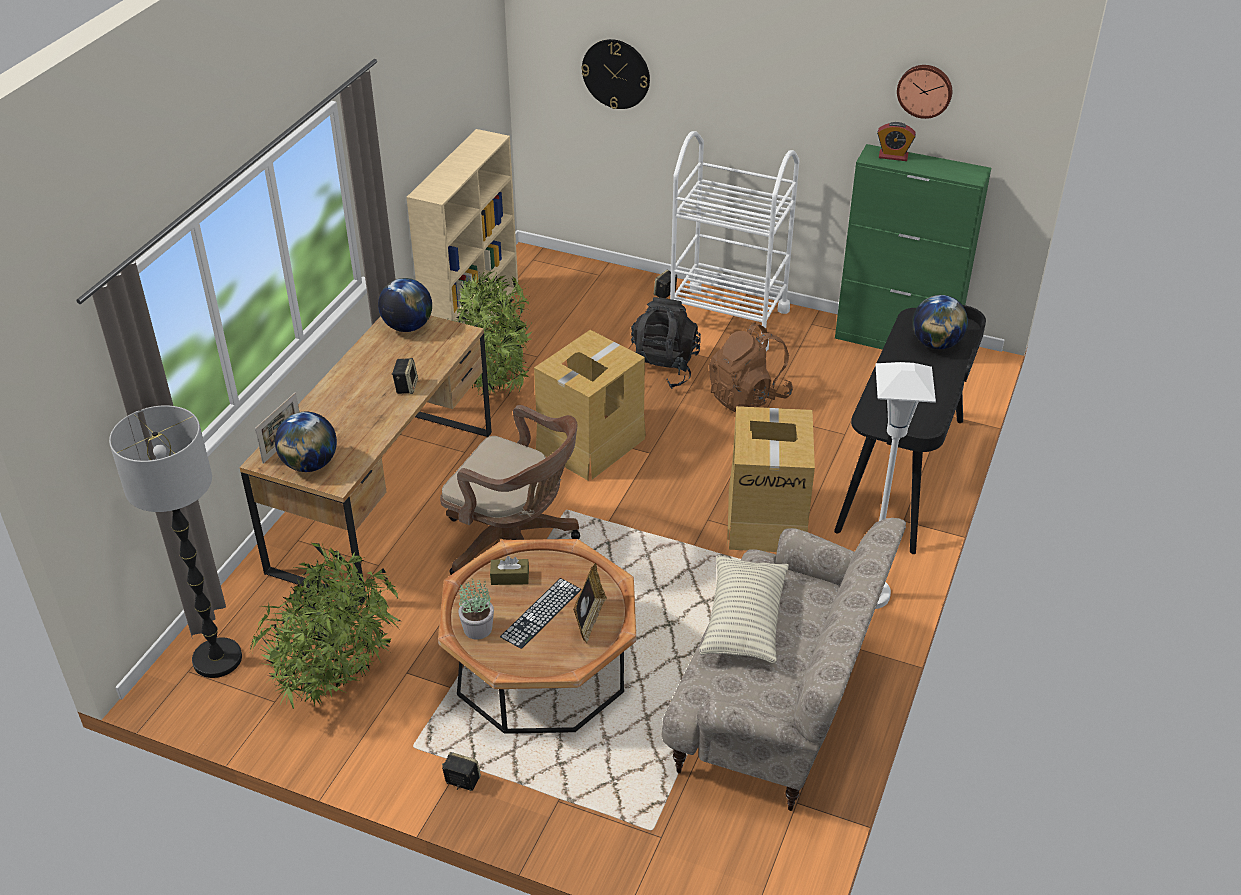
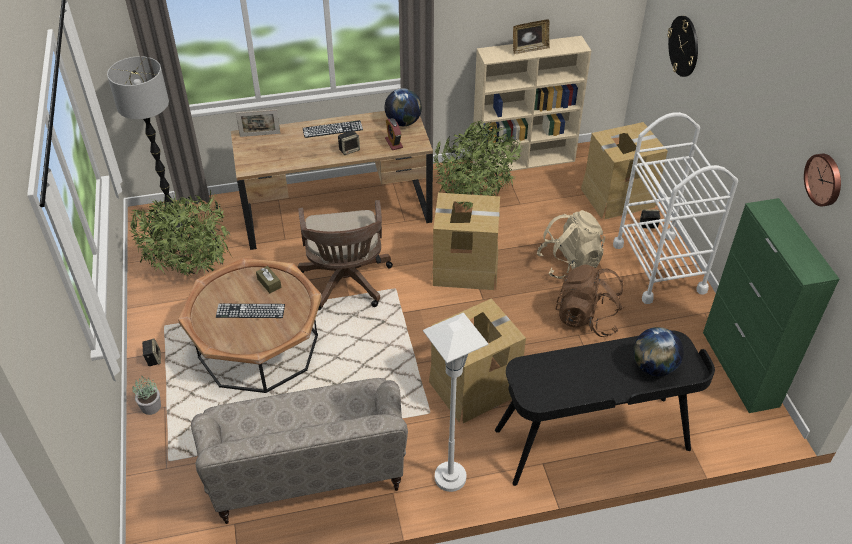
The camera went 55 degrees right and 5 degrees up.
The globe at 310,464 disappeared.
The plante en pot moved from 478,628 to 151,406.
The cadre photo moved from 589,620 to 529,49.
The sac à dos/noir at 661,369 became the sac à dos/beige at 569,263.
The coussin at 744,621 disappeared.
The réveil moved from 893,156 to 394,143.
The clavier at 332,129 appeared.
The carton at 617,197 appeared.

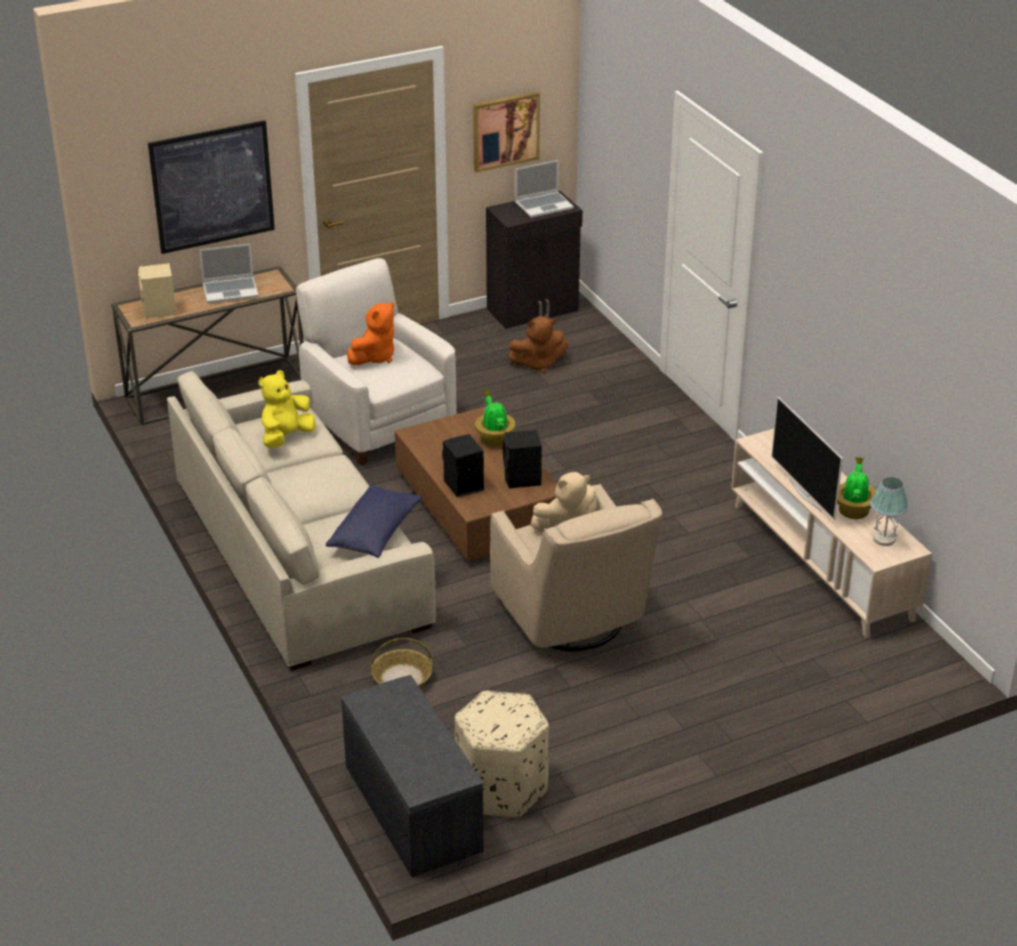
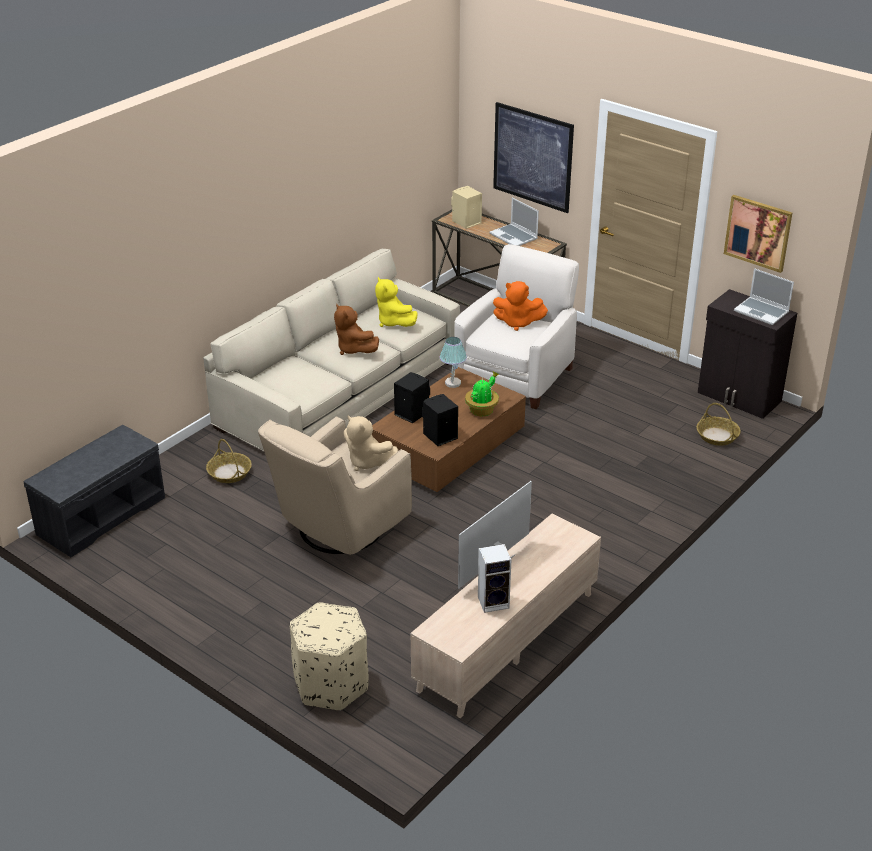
The camera went 65 degrees right and 0 degrees up.
The peluche/jaune at 286,437 turned 135 degrees counterclockwise.
The coussin/bleu at 375,533 disappeared.
The pouf/beige moved from 501,788 to 331,684.
The peluche/marron moved from 538,364 to 353,349.
The plante en pot at 853,510 was replaced by the enceinte at 494,602.
The lampe de table moved from 883,539 to 452,383.
The panier at 717,436 appeared.

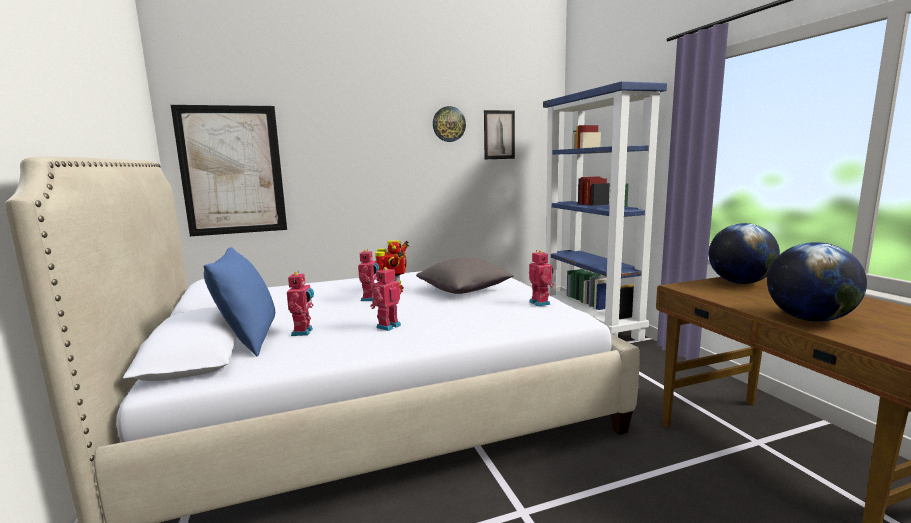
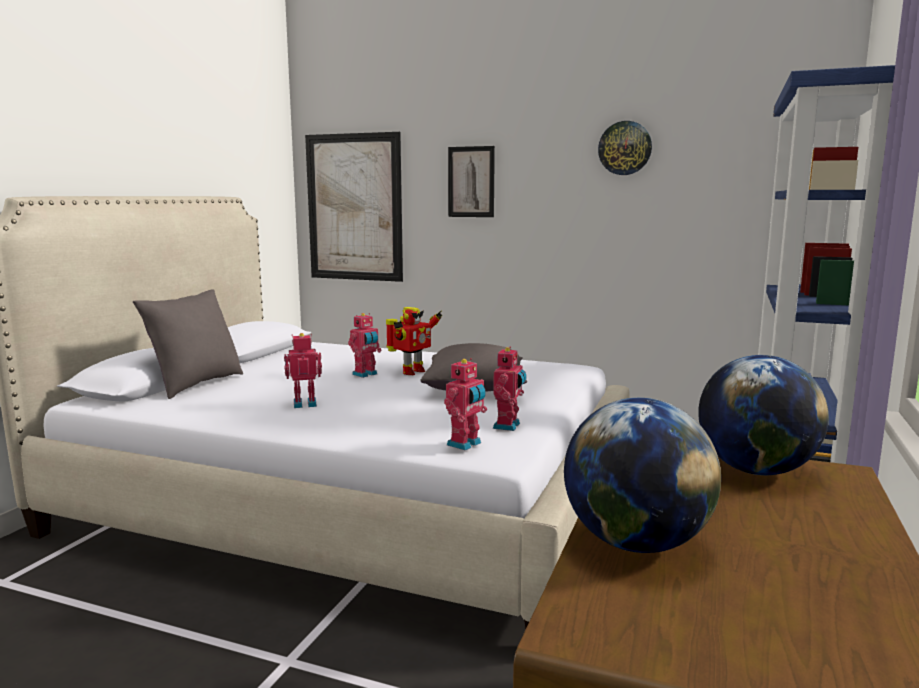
The camera went 40 degrees right and 0 degrees up.
The coussin/bleu at 248,340 became the coussin/gris at 195,385.
The robot jouet moved from 303,332 to 466,444.
The tableau moved from 499,135 to 471,182.

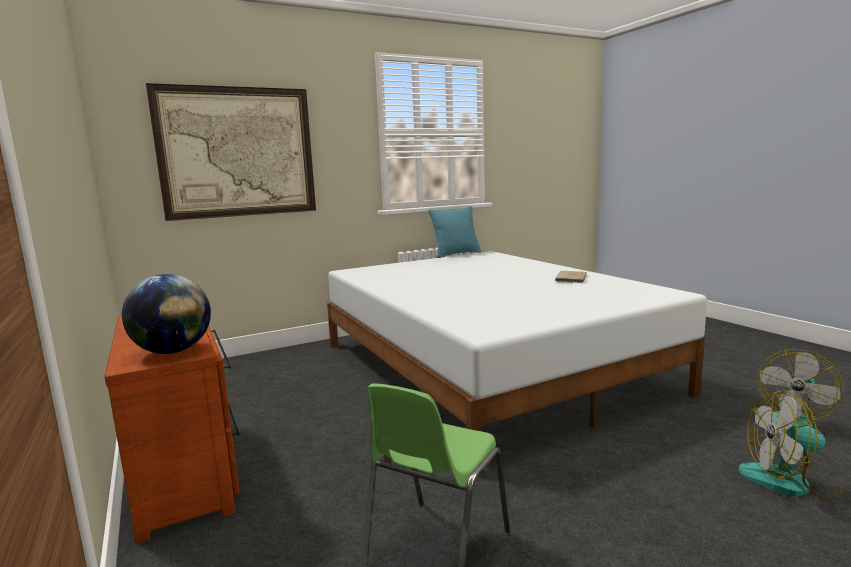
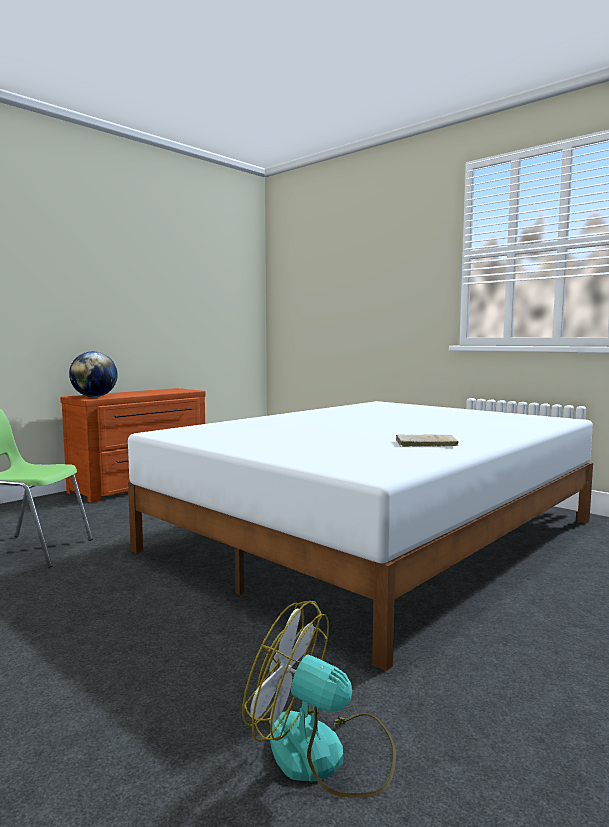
The camera went 70 degrees right and 5 degrees down.
The tableau at 238,152 disappeared.
The coussin/turquoise at 456,254 disappeared.
The ventilateur at 789,481 disappeared.

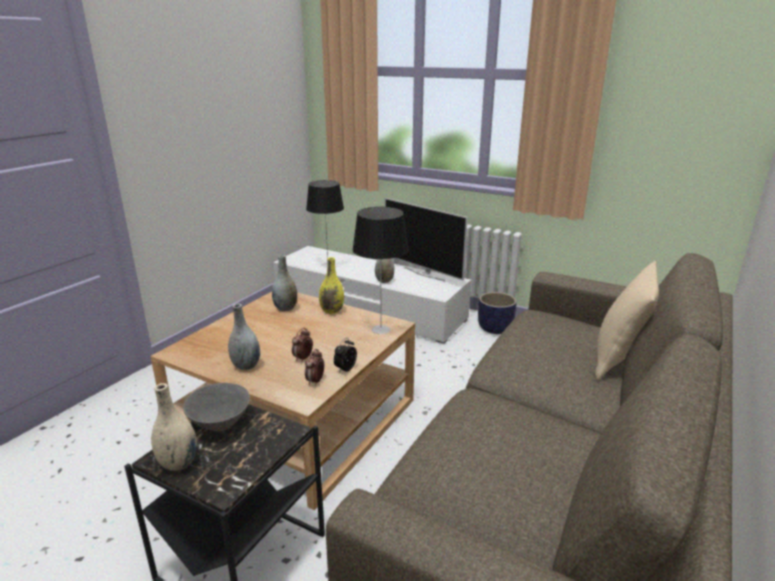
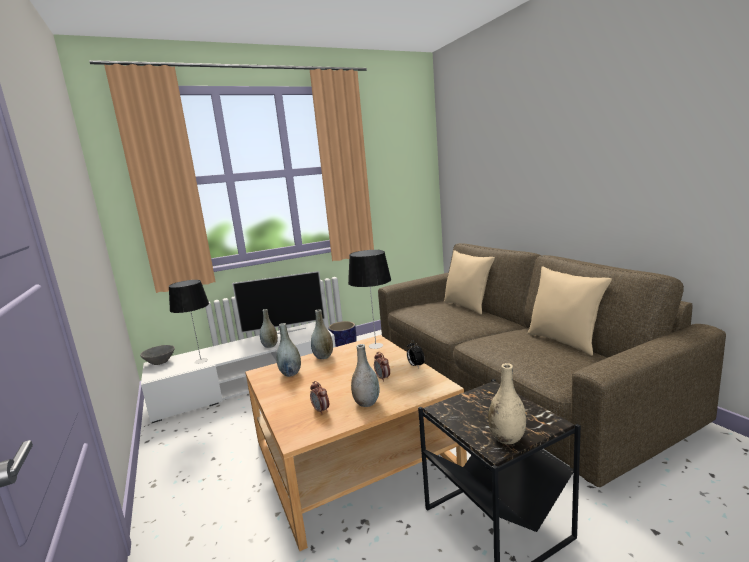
The camera went 55 degrees left and 10 degrees down.
The bol/gris moved from 220,424 to 160,362.
The réveil moved from 315,381 to 321,410.
The vase/jaune at 332,311 became the vase/gris at 323,357.
The coussin/beige at 564,341 appeared.

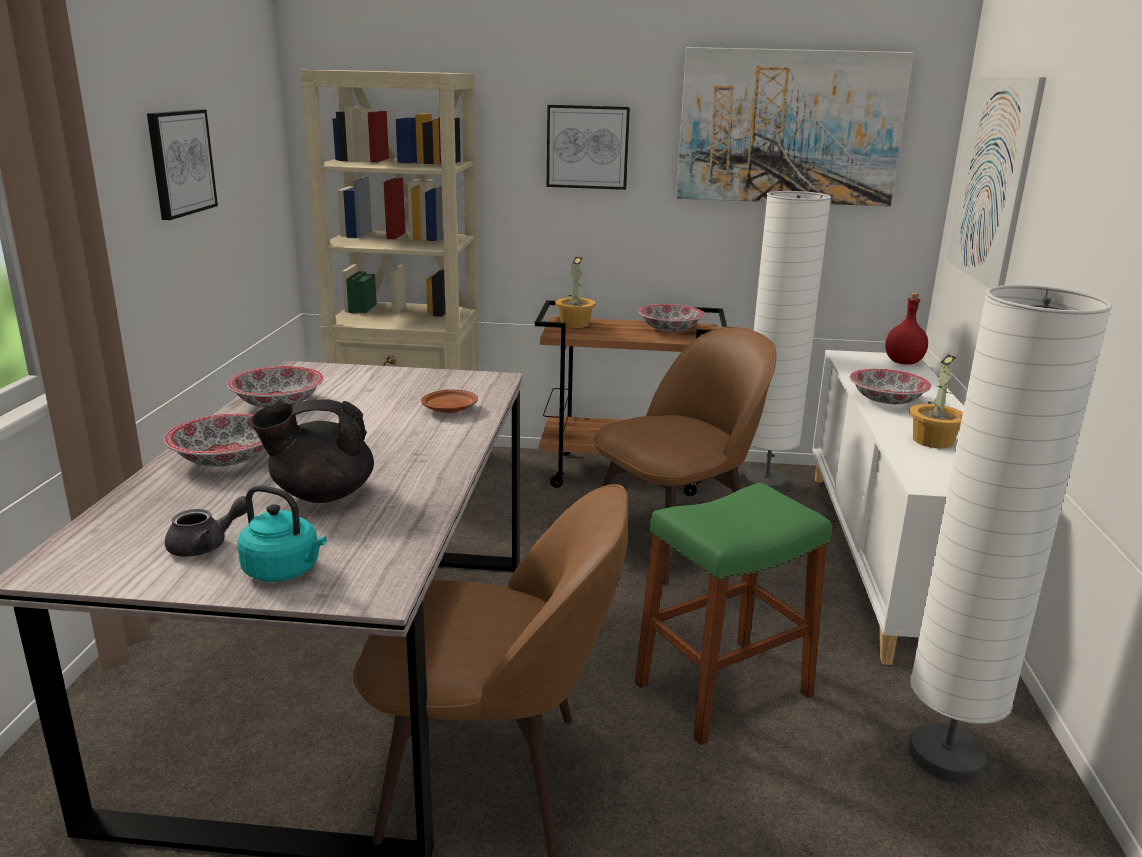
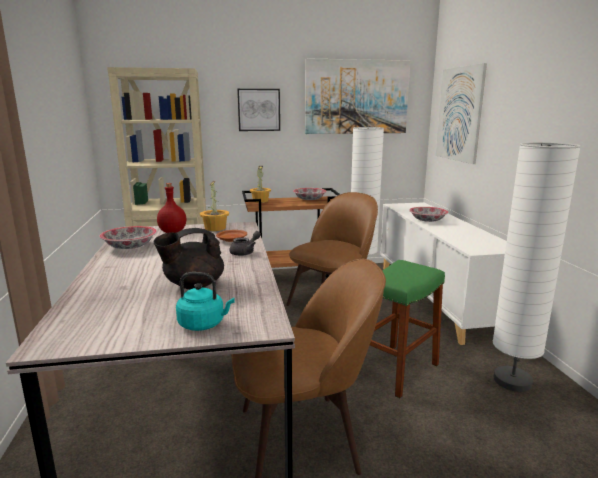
The camera went 15 degrees left and 5 degrees down.
The tableau at 180,162 disappeared.
The bol at 226,459 disappeared.
The théière/gris moved from 207,545 to 245,252.
The bouteille/rouge moved from 903,362 to 172,232.
The plante en pot moved from 933,440 to 215,228.

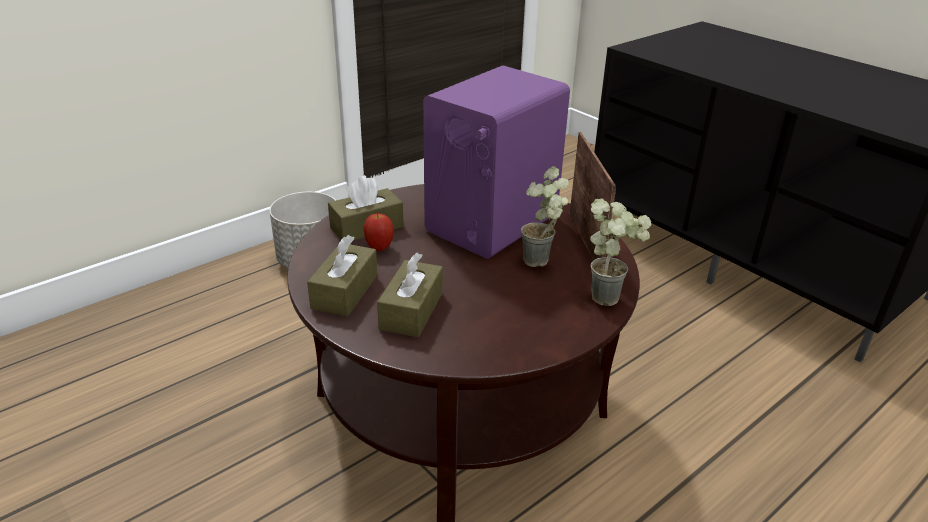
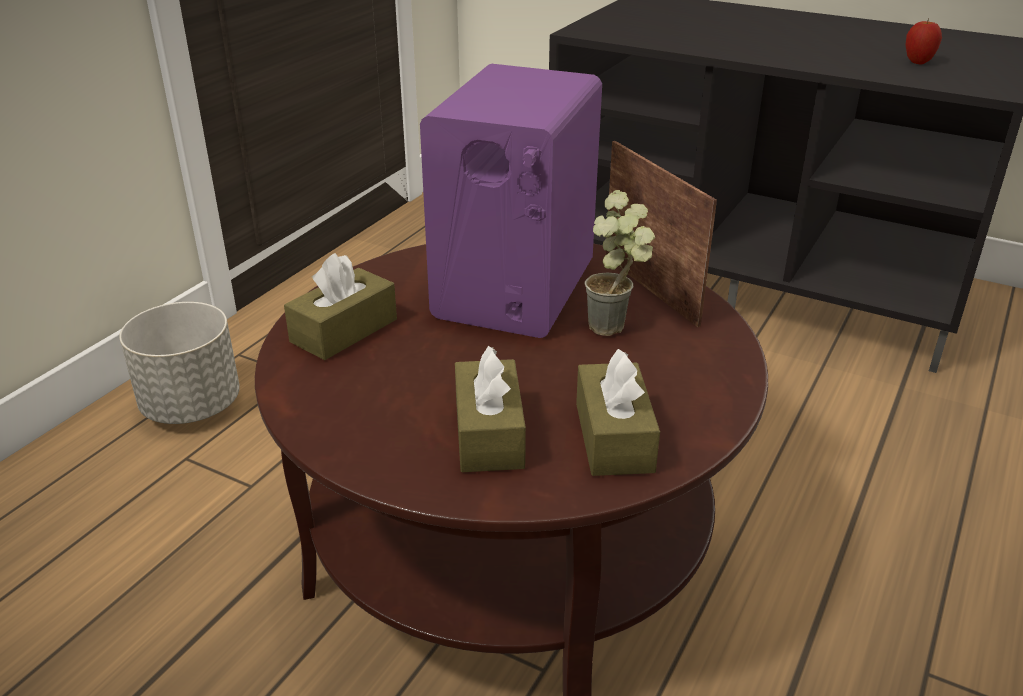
The camera went 20 degrees left and 0 degrees up.
The boîte à mouchoirs/marron moved from 345,292 to 614,437.
The pomme moved from 379,248 to 918,62.
The plante en pot at 610,295 disappeared.

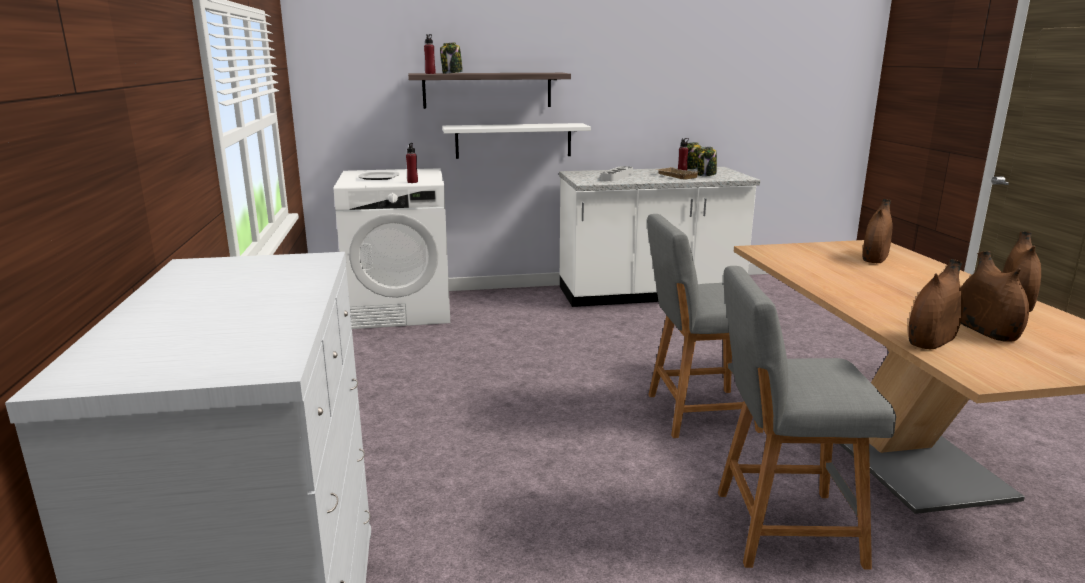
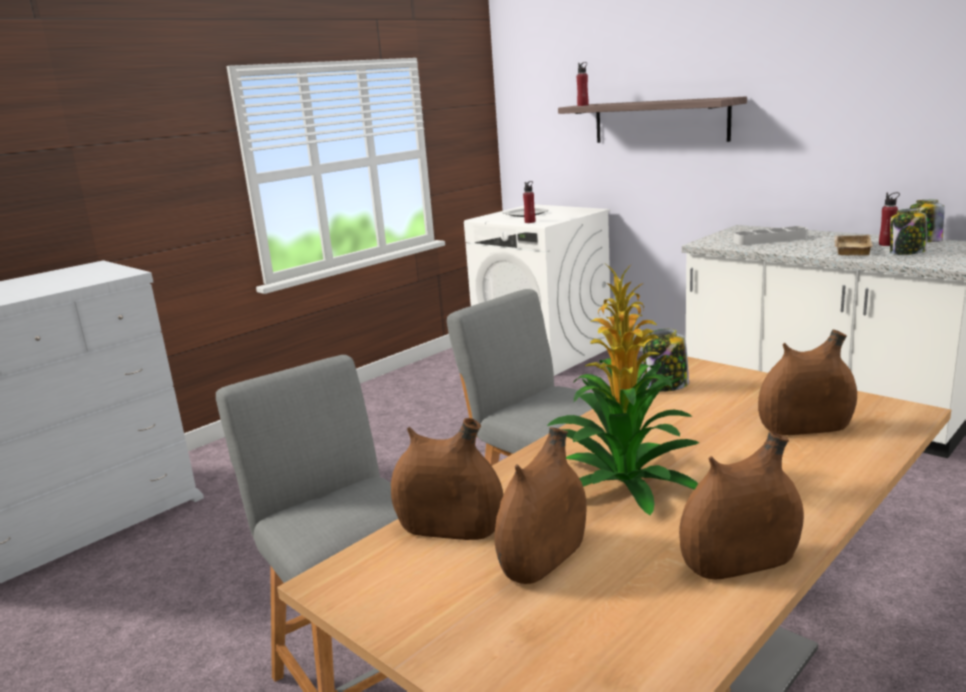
The camera went 55 degrees right and 0 degrees up.
The bocal moved from 452,73 to 666,386.
The étagère/blanc at 513,140 disappeared.
The plante en pot at 624,482 appeared.

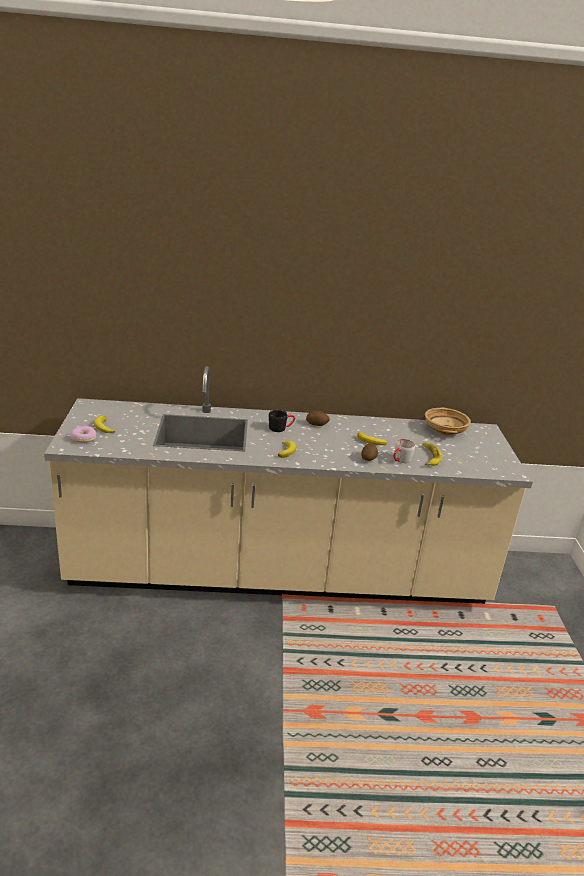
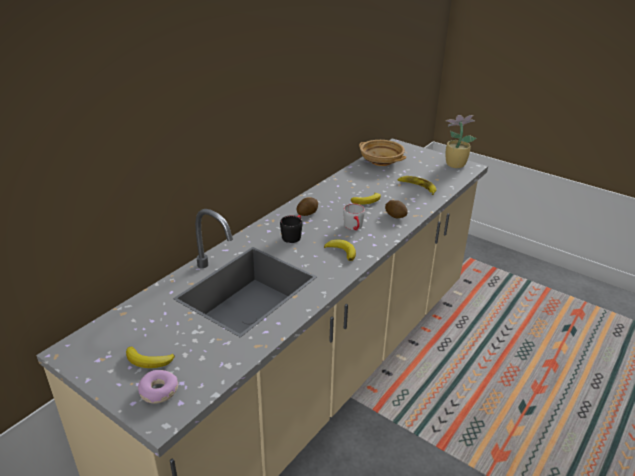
The camera went 50 degrees left and 5 degrees up.
The mug/gris moved from 400,460 to 354,227.
The plante en pot at 454,164 appeared.

